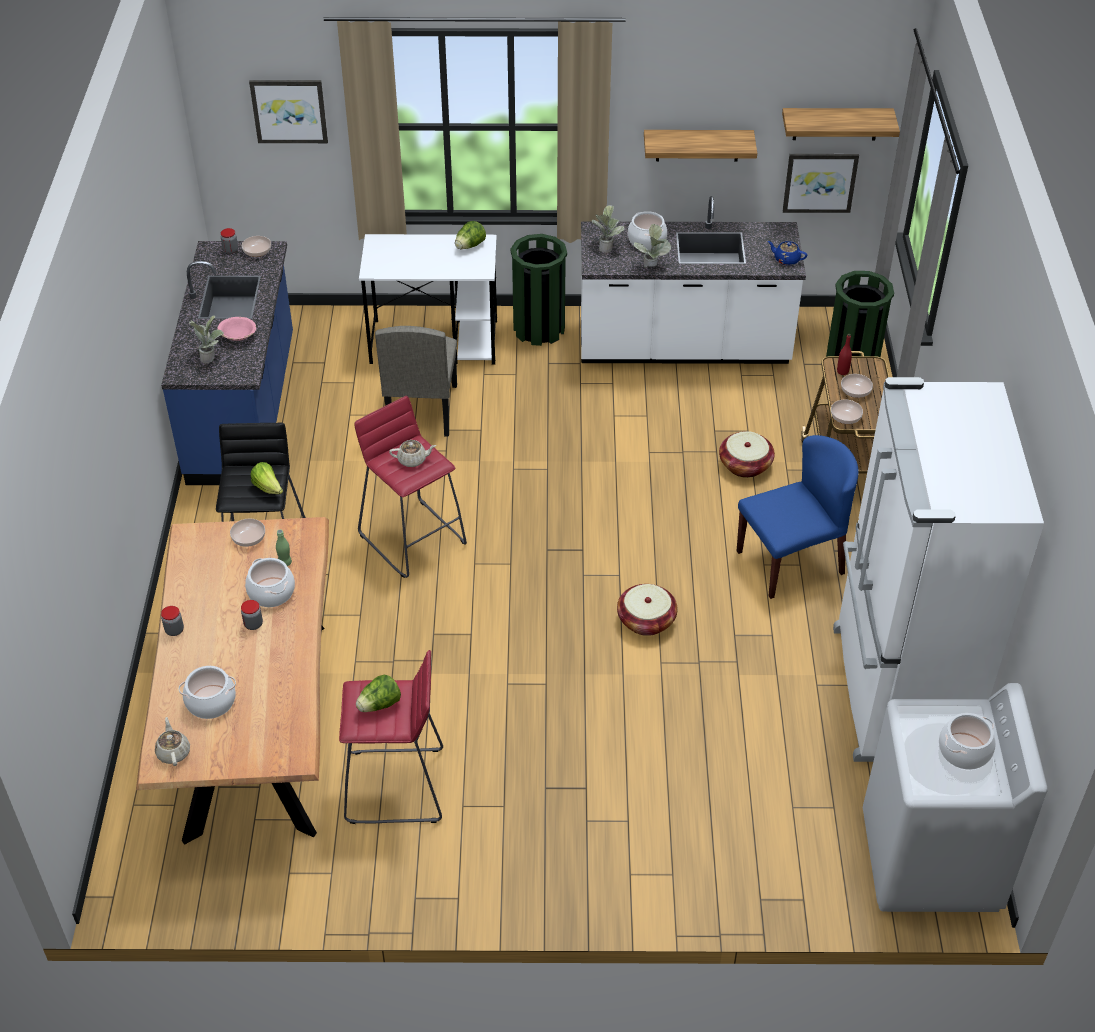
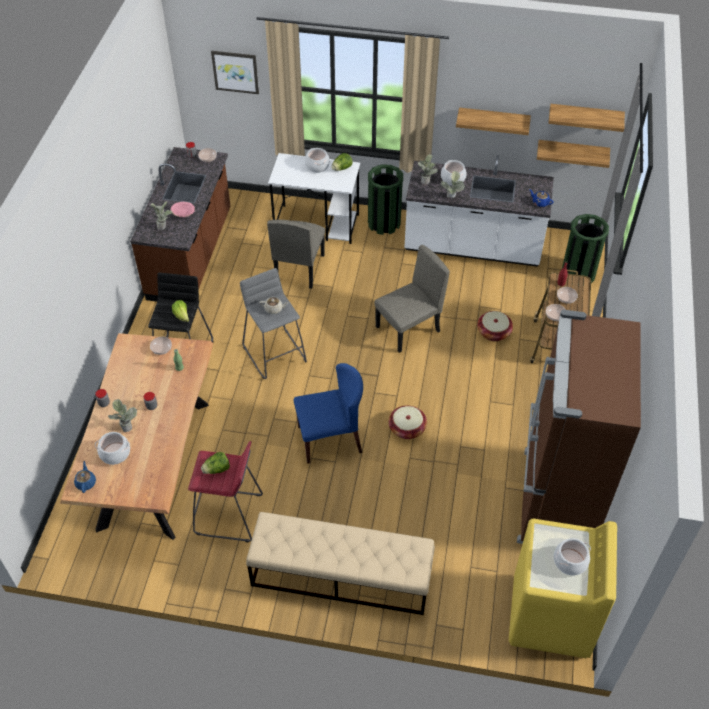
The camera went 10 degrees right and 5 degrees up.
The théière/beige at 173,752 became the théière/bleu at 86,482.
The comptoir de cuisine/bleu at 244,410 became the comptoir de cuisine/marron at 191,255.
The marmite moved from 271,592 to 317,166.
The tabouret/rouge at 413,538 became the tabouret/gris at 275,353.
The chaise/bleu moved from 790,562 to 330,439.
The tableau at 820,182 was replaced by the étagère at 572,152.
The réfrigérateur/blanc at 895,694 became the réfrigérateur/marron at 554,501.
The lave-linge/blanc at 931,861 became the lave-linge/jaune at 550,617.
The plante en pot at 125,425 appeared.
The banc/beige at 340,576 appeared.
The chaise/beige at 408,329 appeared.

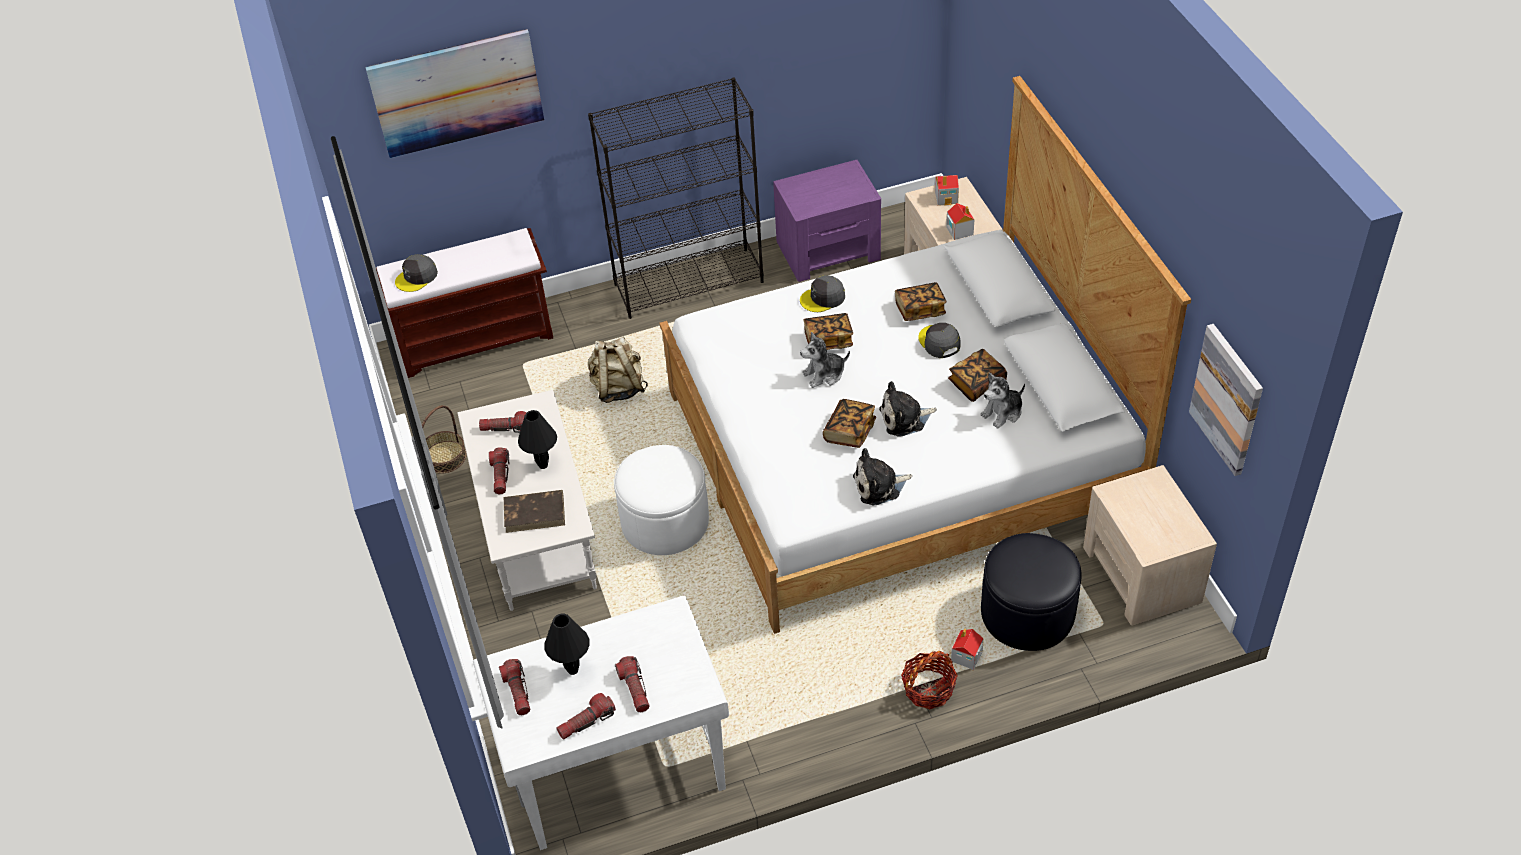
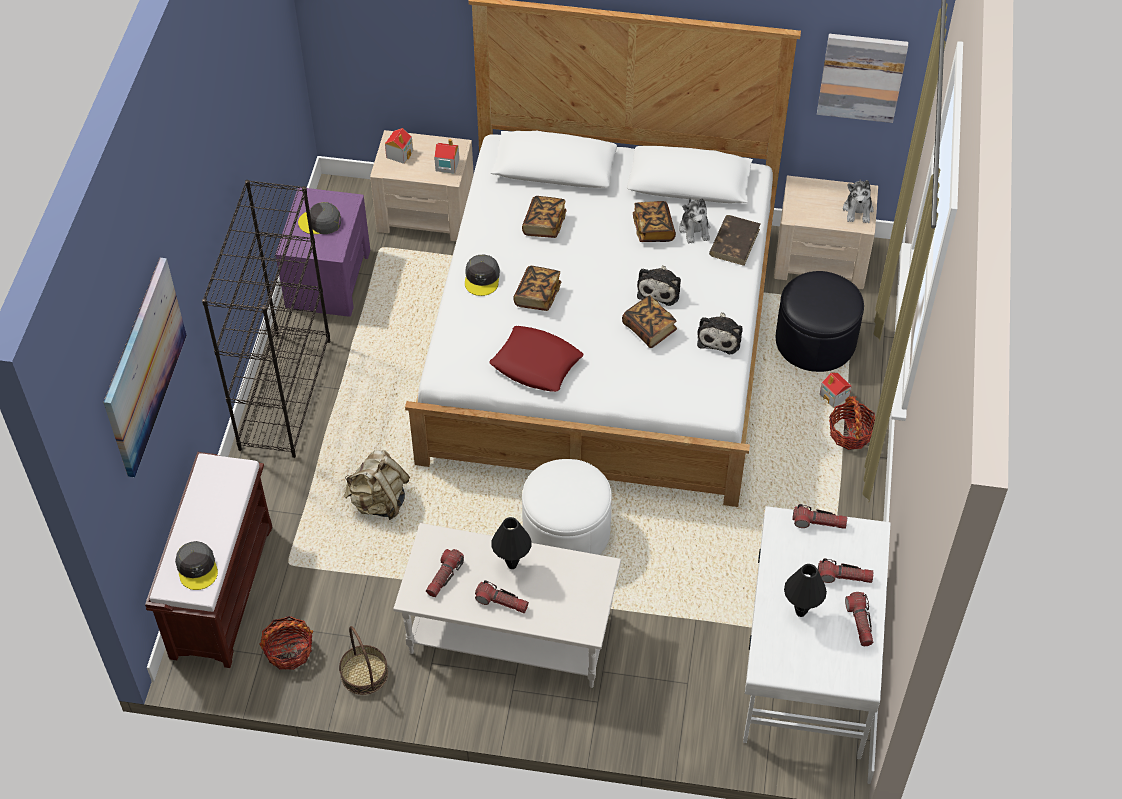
The camera went 65 degrees left and 5 degrees up.
The lampe de poche moved from 517,691 to 818,523.
The livre/marron moved from 535,513 to 734,242.
The peluche moved from 824,374 to 858,210.
The casquette/gris moved from 939,342 to 320,222.
The panier at 289,651 appeared.
The coussin/rouge at 536,364 appeared.

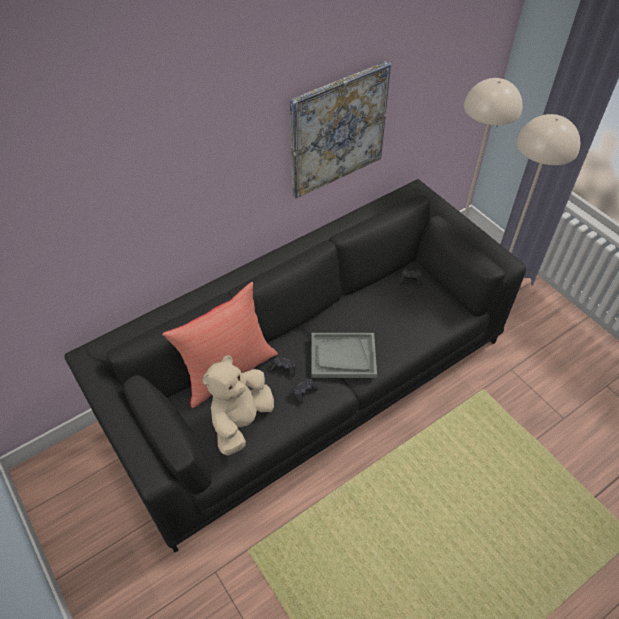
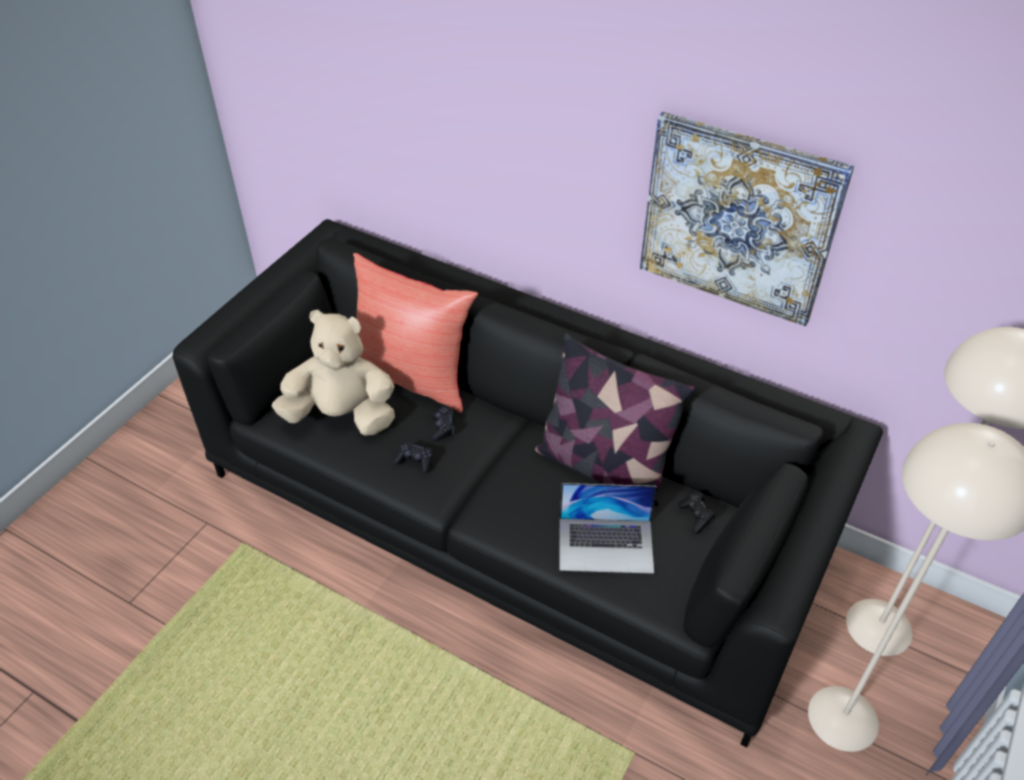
The camera went 65 degrees right and 5 degrees down.
The plateau/gris at 343,356 disappeared.
The coussin at 603,466 appeared.
The ordinateur portable at 606,545 appeared.

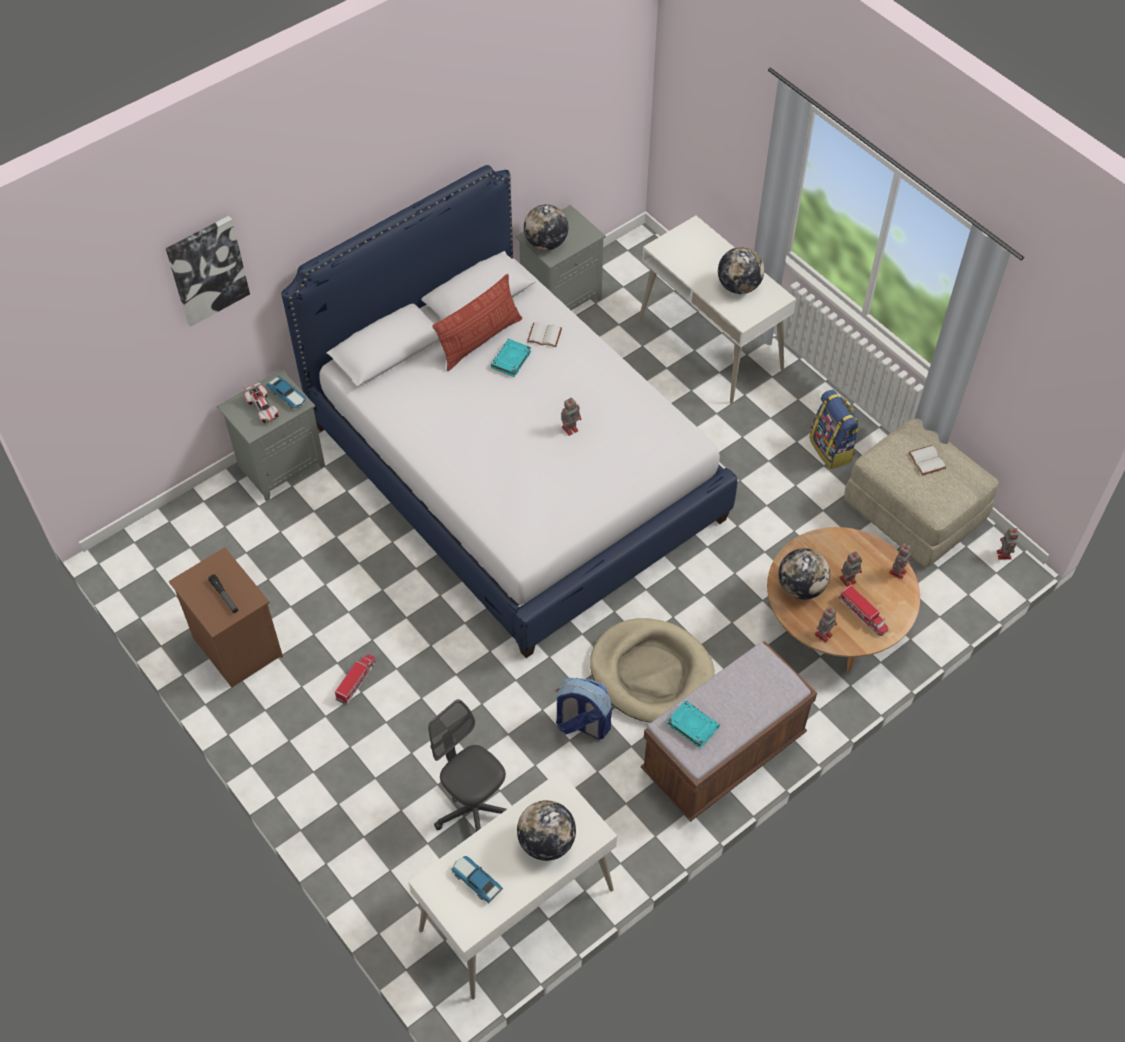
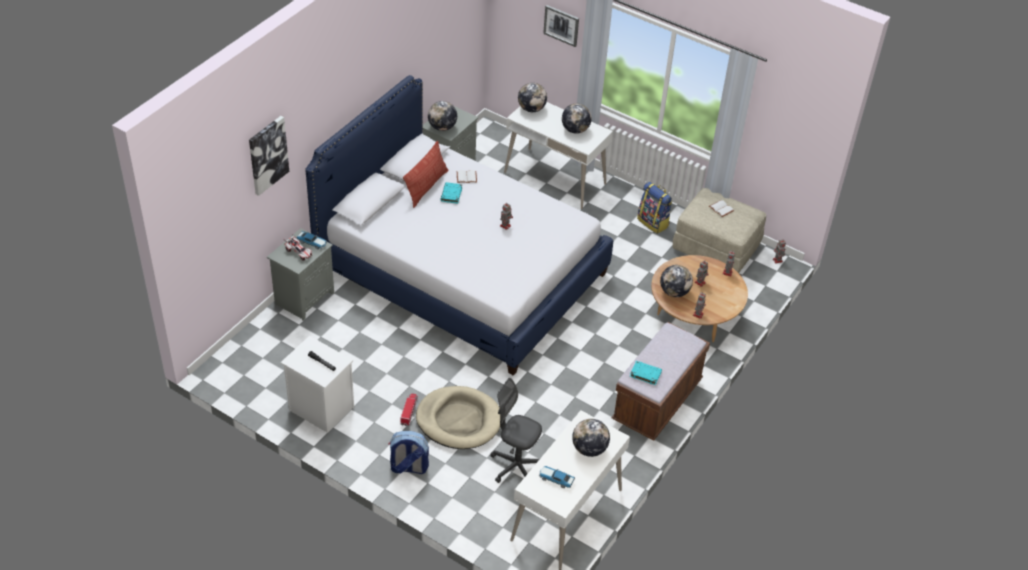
The camera went 20 degrees left and 10 degrees down.
The table de chevet/marron at 235,646 became the table de chevet/blanc at 319,409.
The sac à dos moved from 582,724 to 408,467.
The panier pour chien/beige moved from 651,673 to 459,420.
The camion jouet at 863,615 disappeared.
The globe at 531,109 appeared.
The tableau at 561,25 appeared.

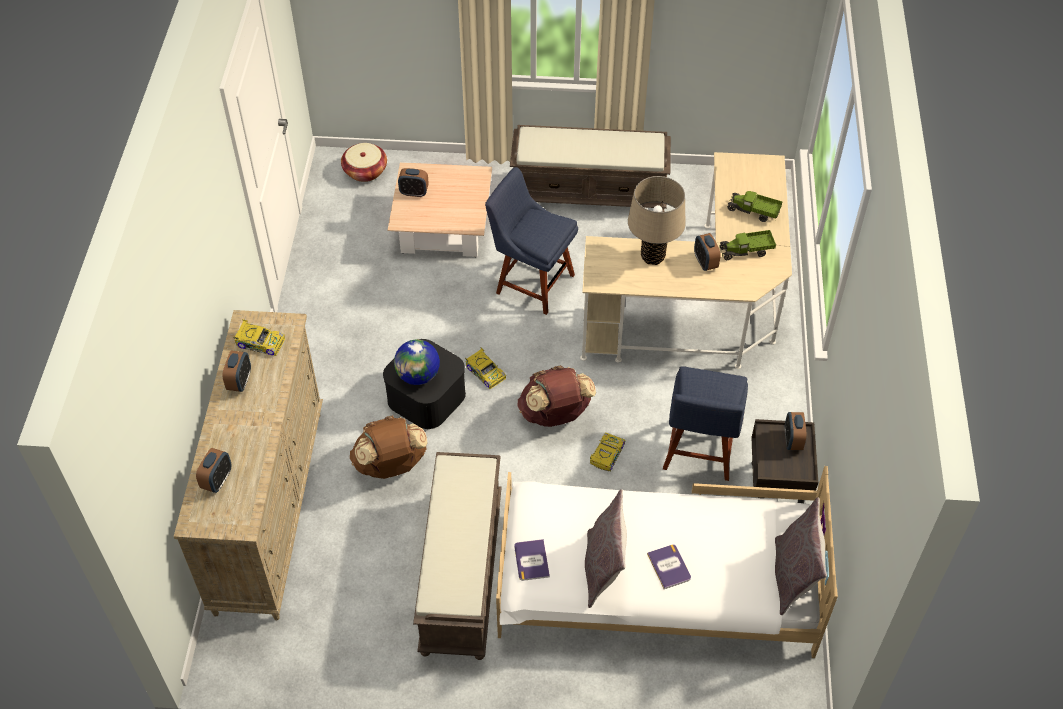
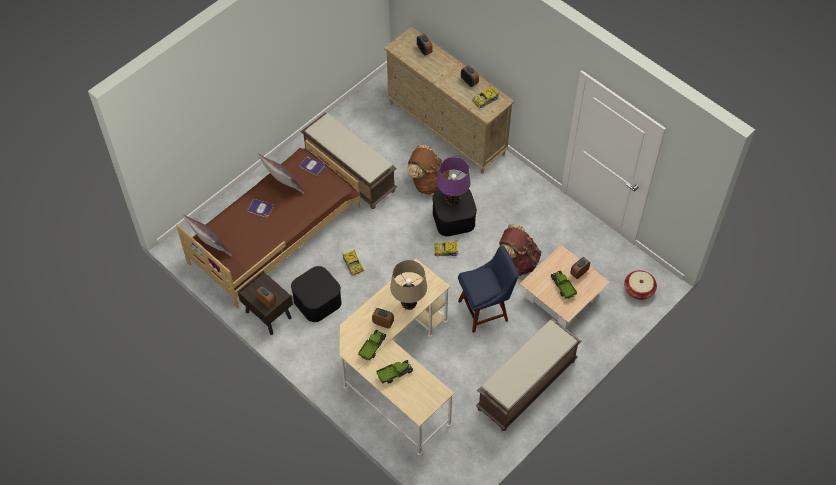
The camera went 130 degrees right and 5 degrees up.
The globe at 418,376 was replaced by the lampe de table/violet at 453,199.
The lit/blanc at 654,585 became the lit/marron at 274,233.
The sac à dos/marron moved from 555,415 to 517,261.
The chaise/bleu at 699,453 was replaced by the boîte de rangement/noir at 317,301.
The camion jouet at 562,287 appeared.

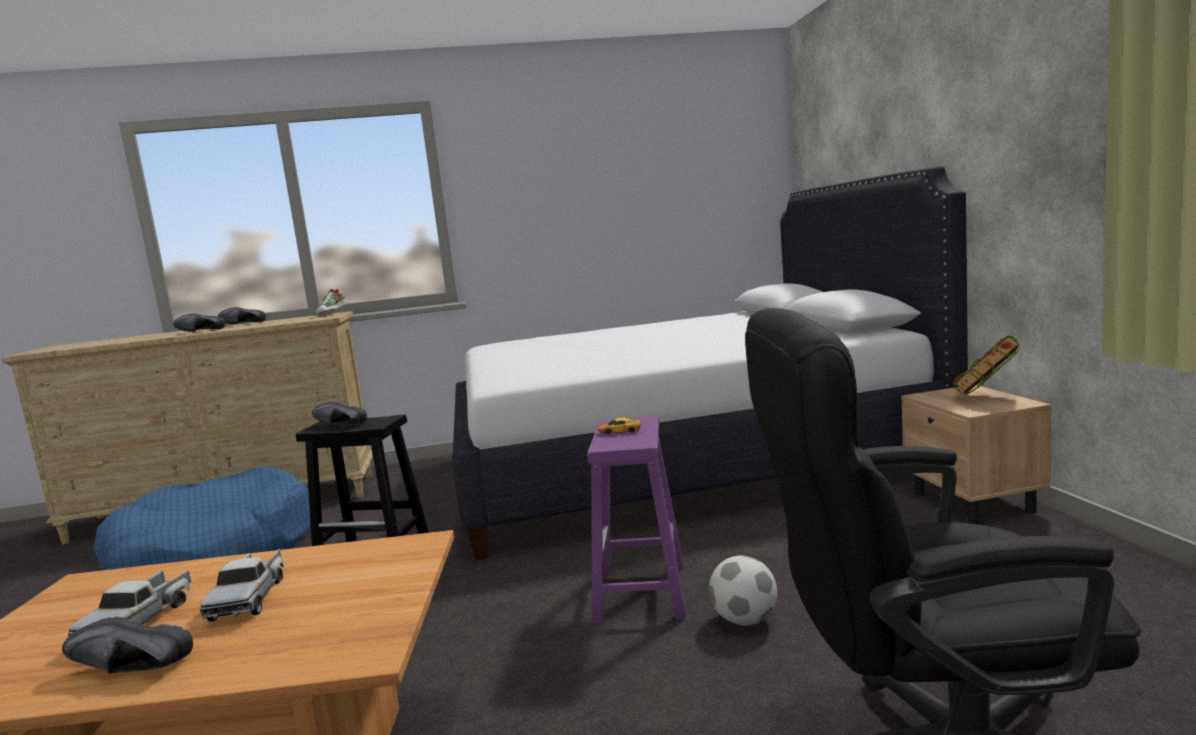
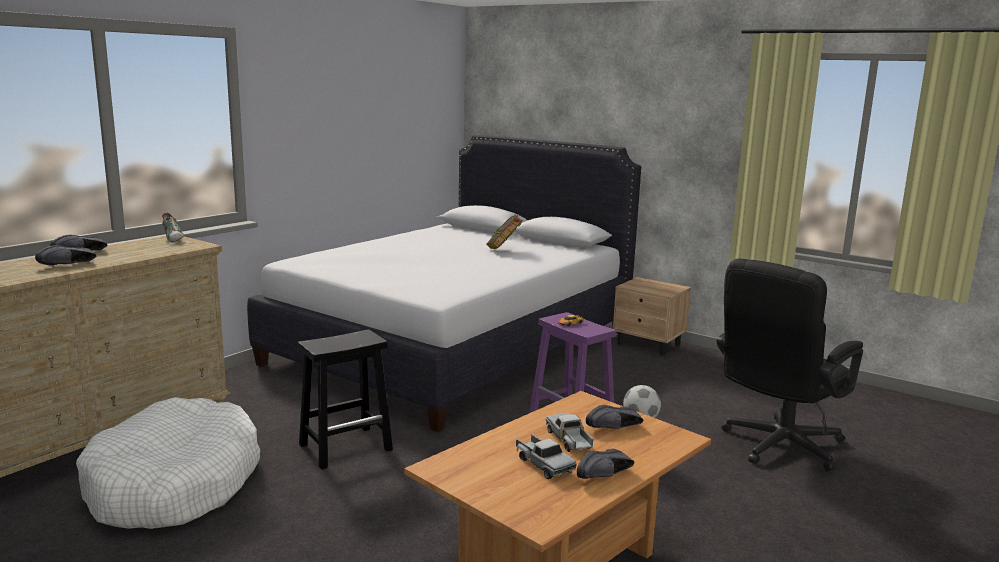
The camera went 45 degrees left and 5 degrees up.
The panier pour chien/bleu at 215,551 became the panier pour chien/blanc at 174,484.
The camion jouet at 250,597 turned 150 degrees counterclockwise.
The chaussure/noir moved from 337,426 to 615,429.
The livre moved from 986,397 to 503,250.

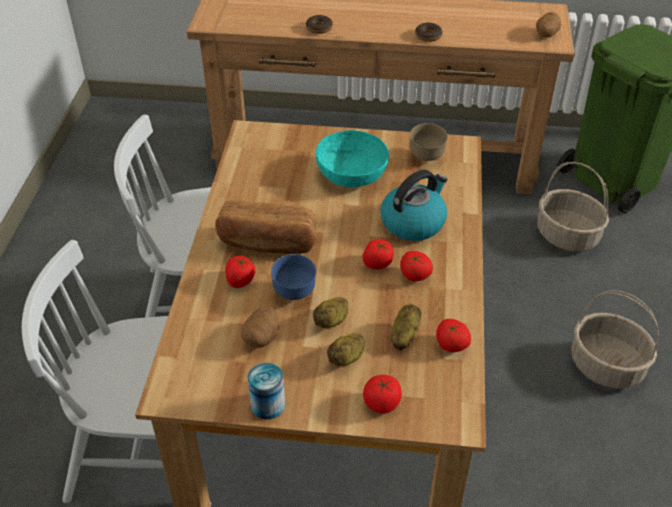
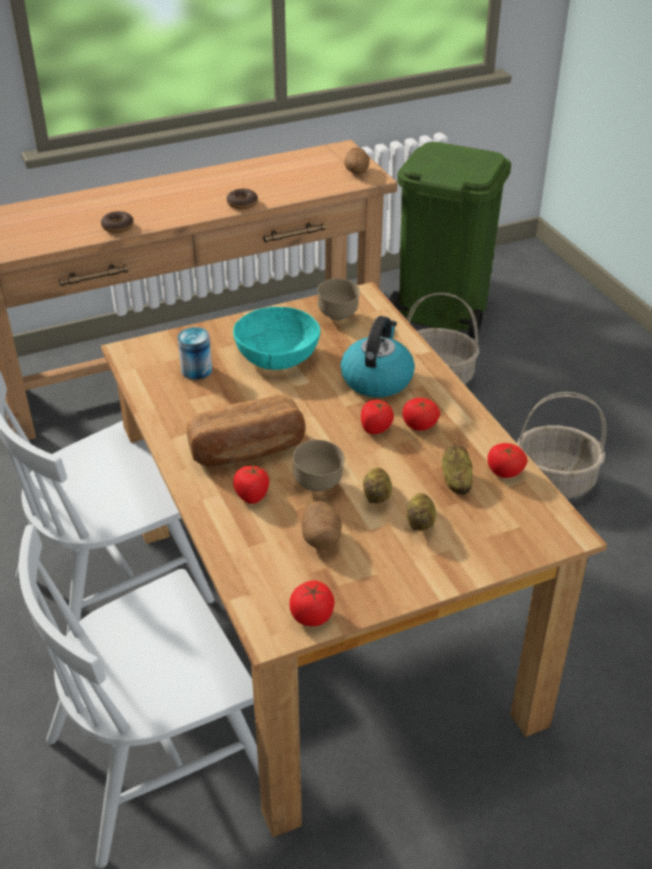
The camera went 30 degrees left and 5 degrees down.
The boîte métallique moved from 268,405 to 196,370.
The bol/bleu at 294,293 became the bol/marron at 318,486.
The tomate moved from 381,403 to 312,616.

